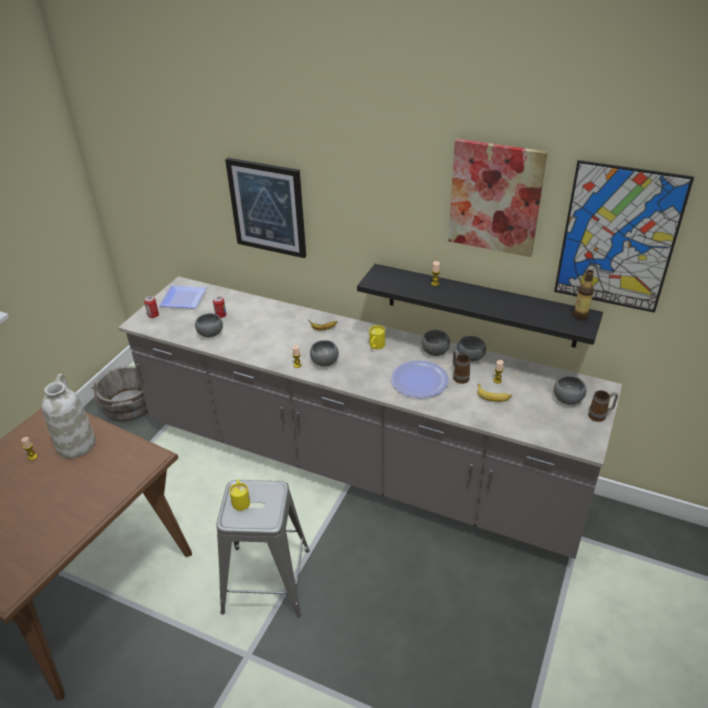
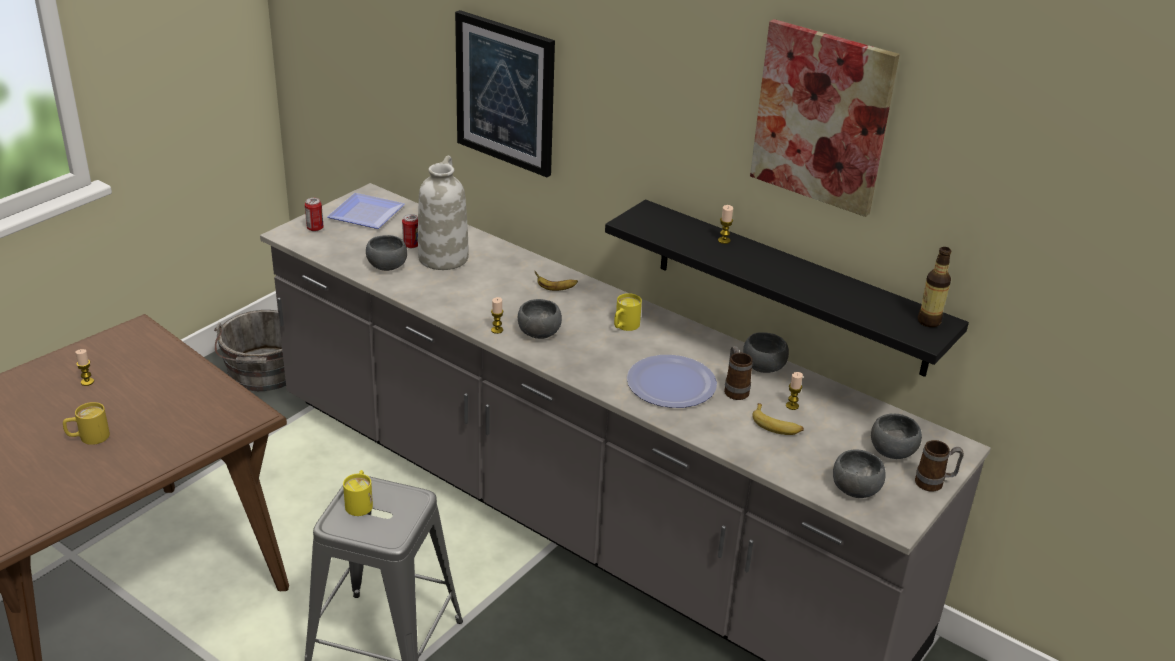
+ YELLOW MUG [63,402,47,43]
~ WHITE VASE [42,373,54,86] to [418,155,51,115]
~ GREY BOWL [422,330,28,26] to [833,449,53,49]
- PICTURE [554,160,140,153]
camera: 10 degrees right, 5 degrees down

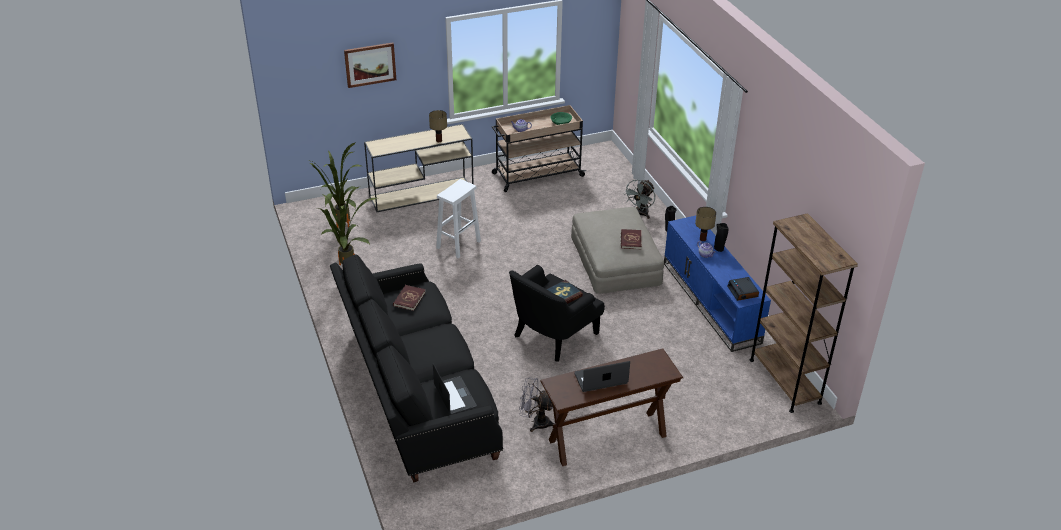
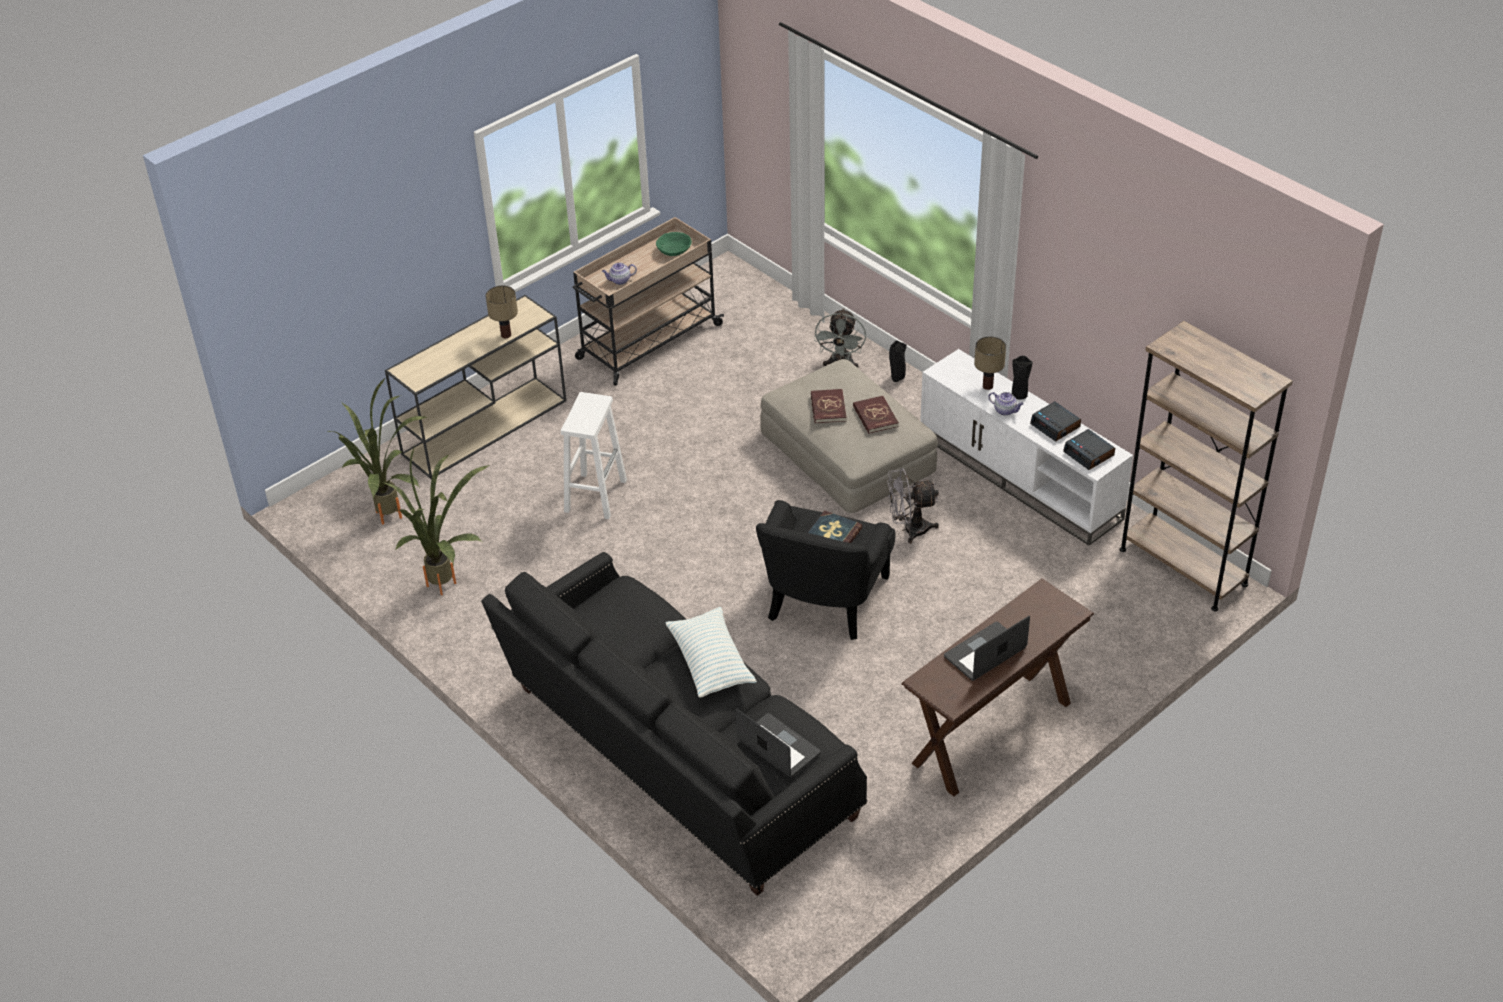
+ PILLOW [665,607,92,91]
~ RED BOOK [393,285,33,26] to [811,389,36,34]
~ GREY FAN [519,377,35,55] to [887,468,52,76]
~ BLUE TV STAND [664,215,107,137] to WHITE TV STAND [920,349,213,197]
+ ALARM CLOCK [1030,401,51,40]
- PICTURE [344,42,52,46]
camera: 20 degrees left, 5 degrees up

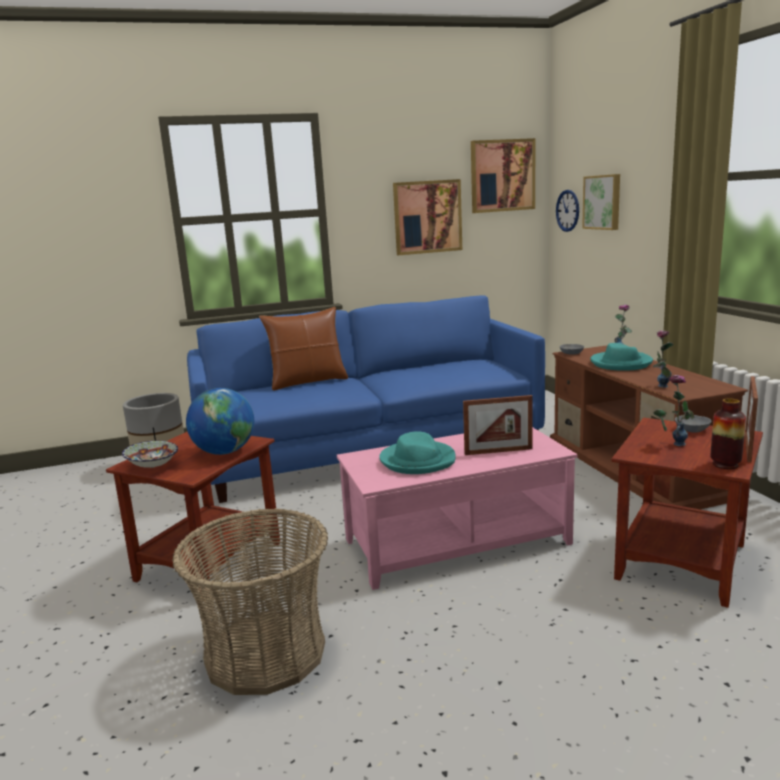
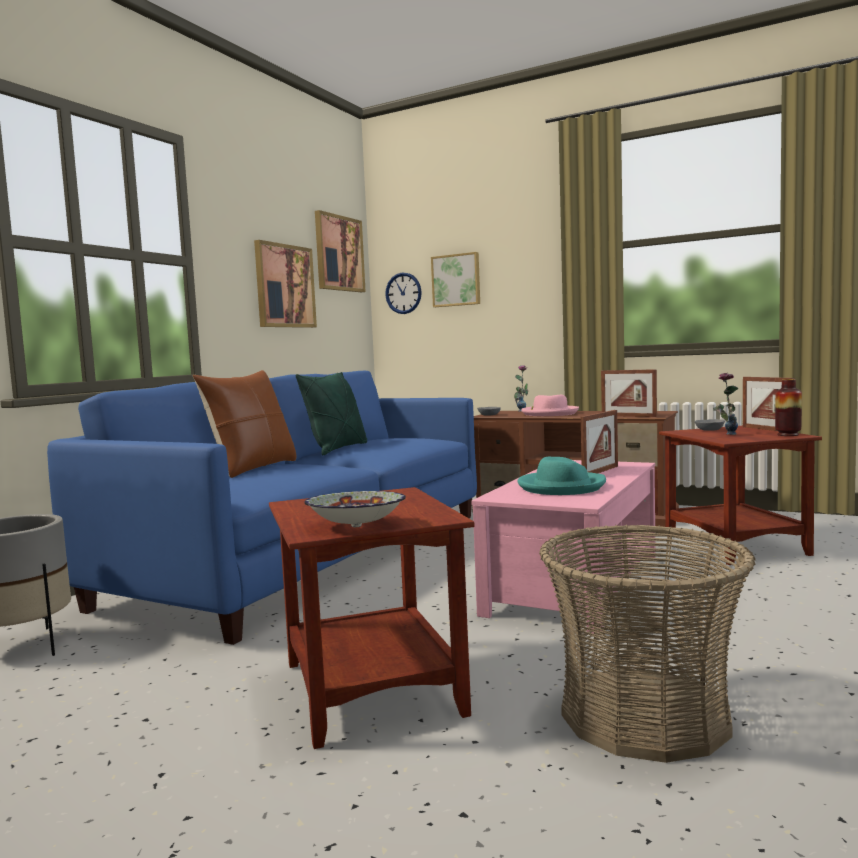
+ GREEN PILLOW [296,372,71,83]
~ TURQUOISE HAT [590,343,63,28] to PINK HAT [521,395,58,21]
~ VASE [653,331,21,57] to PICTURE FRAME [601,369,56,48]
- GLOBE [186,388,68,67]
camera: 45 degrees left, 10 degrees down

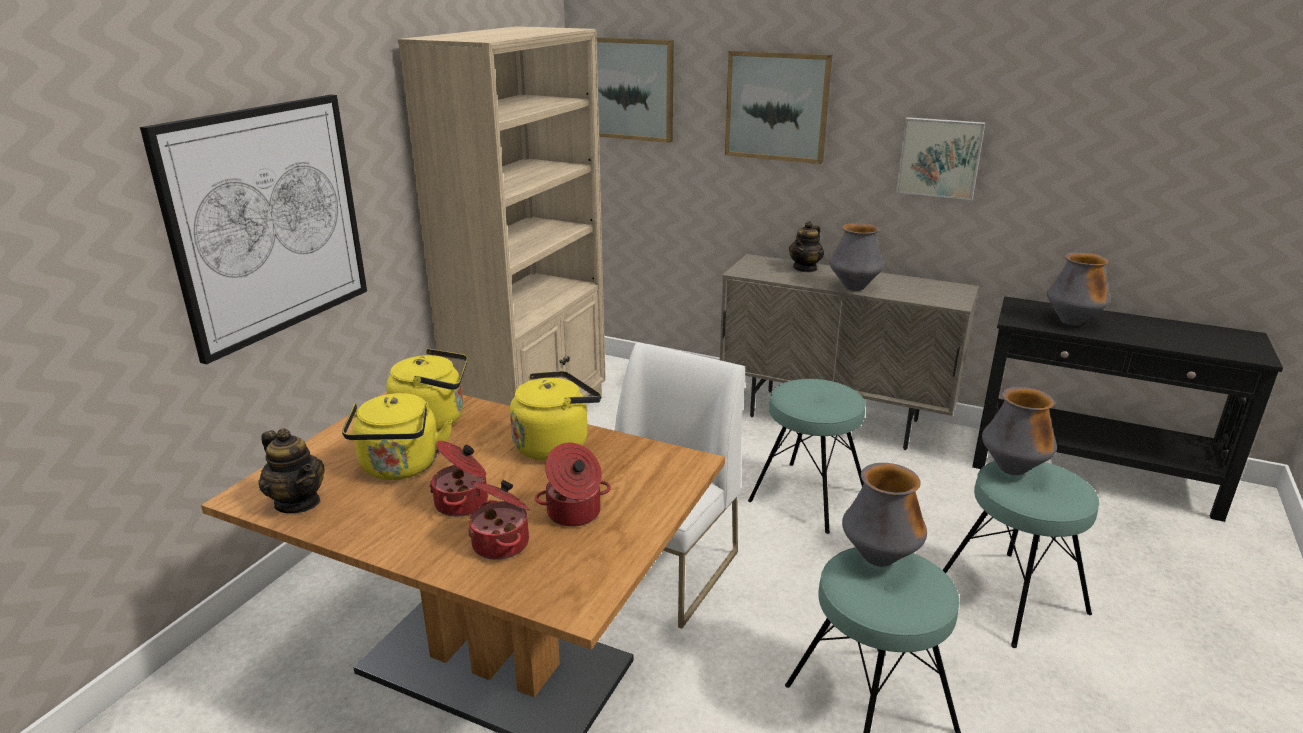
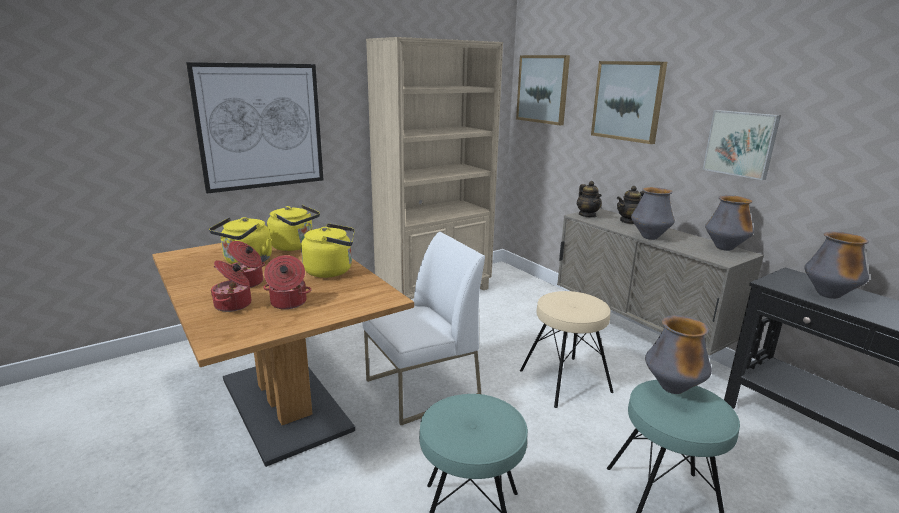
~ TURQUOISE STOOL [748,379,117,155] to BEIGE STOOL [520,291,94,117]
~ TEAPOT [259,428,66,85] to [577,181,25,37]
~ VASE [842,463,85,104] to [705,195,49,56]
camera: 30 degrees right, 5 degrees down

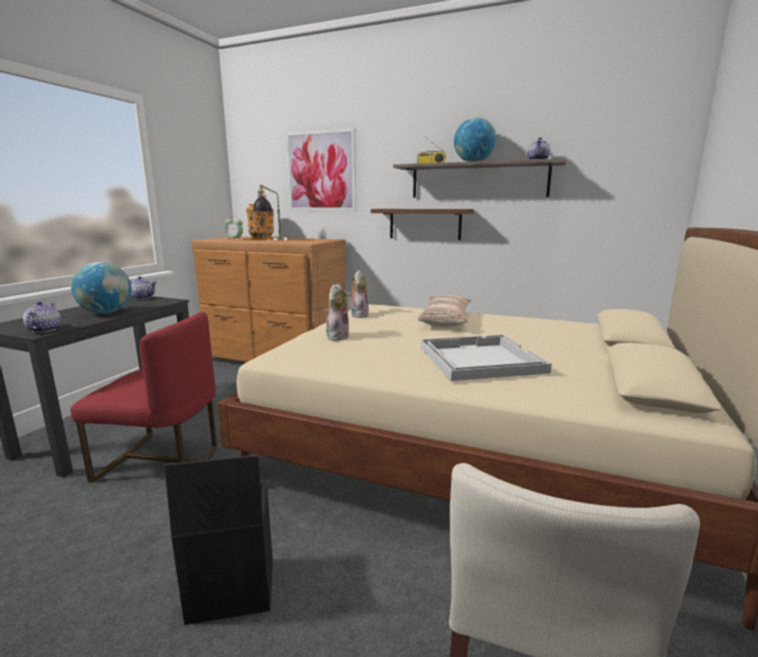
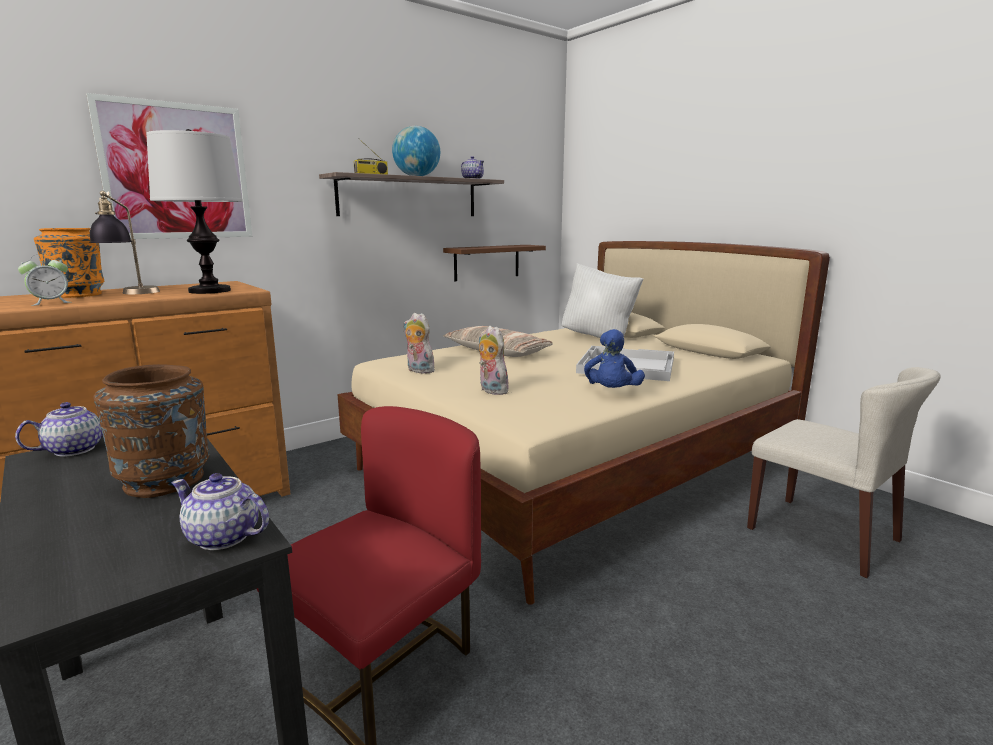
~ GLOBE [71,262,61,52] to BROWN VASE [93,364,116,134]
+ TABLE LAMP [146,129,97,165]
~ BROWN SHELF [371,209,103,31] to [443,245,103,36]
+ WHITE PILLOW [561,263,82,75]
+ BLUE PLUSH TOY [584,329,61,59]
- BLACK STORAGE BOX [164,455,109,170]
camera: 60 degrees left, 0 degrees up

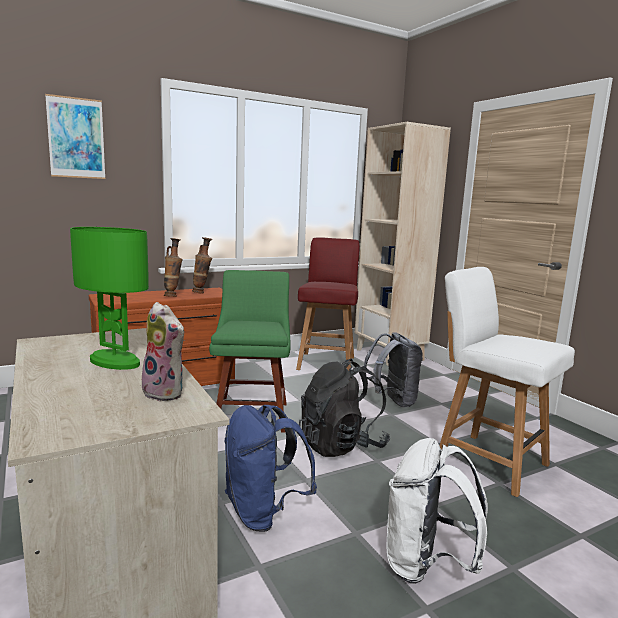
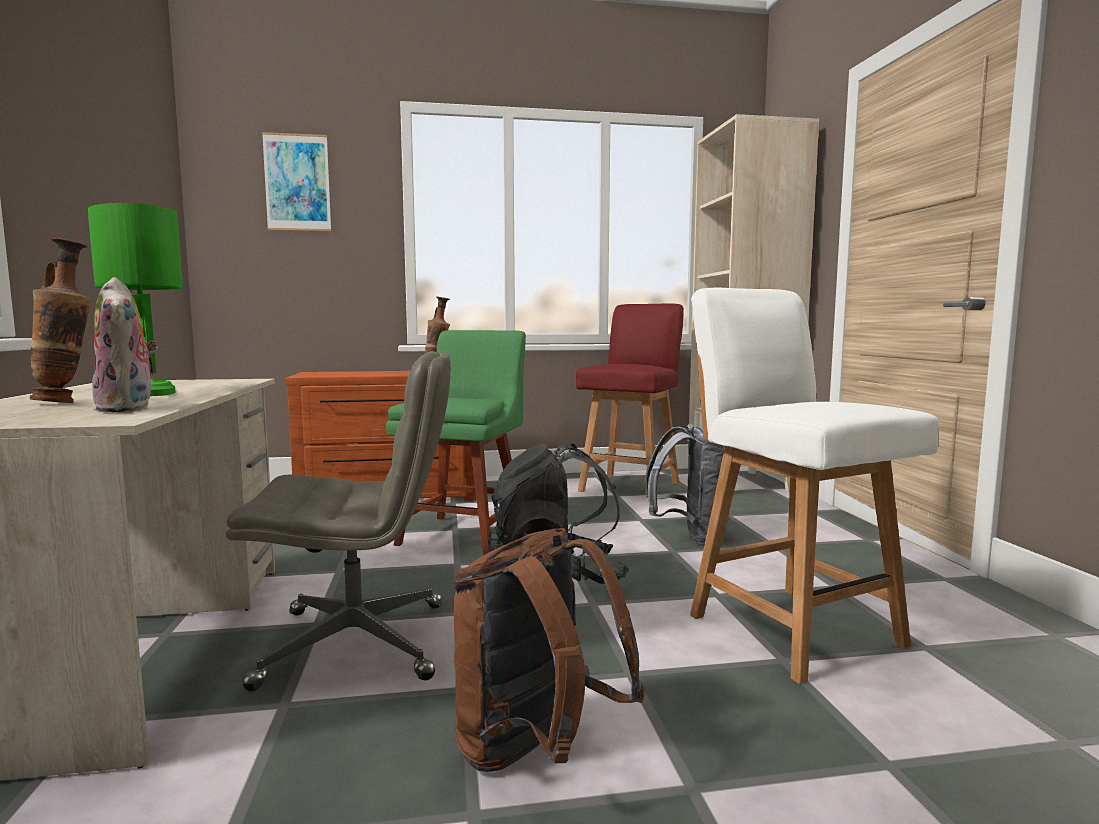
~ VASE [164,238,19,59] to [30,238,62,165]
~ BLUE BACKPACK [225,405,92,127] to GREY OFFICE CHAIR [226,351,225,340]
~ WHITE BACKPACK [387,438,101,146] to BROWN BACKPACK [454,528,191,244]
camera: 20 degrees right, 5 degrees down

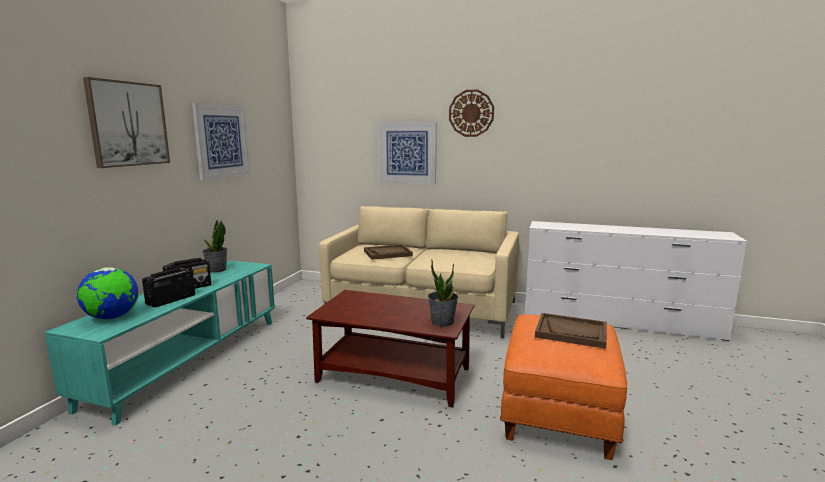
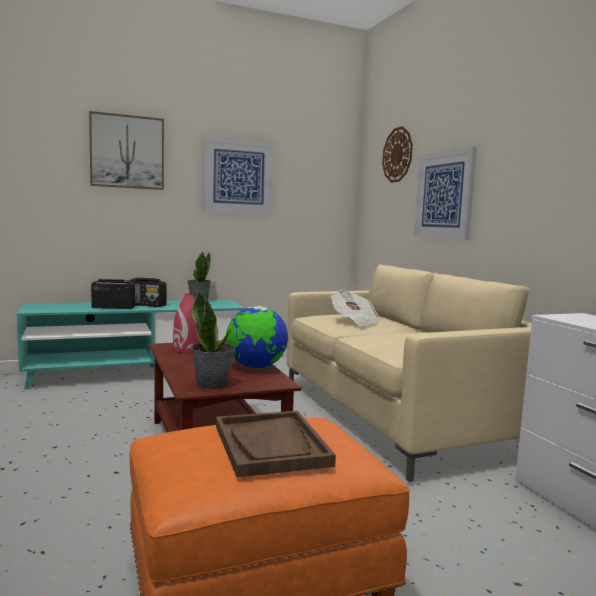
+ RED VASE [173,294,27,59]
~ GLOBE [77,267,62,53] to [226,306,62,63]
~ BROWN TRAY [364,244,49,16] to NEWSPAPER [331,290,49,37]
~ WALL CLOCK [449,90,45,47] to [382,126,31,56]
camera: 50 degrees right, 5 degrees down

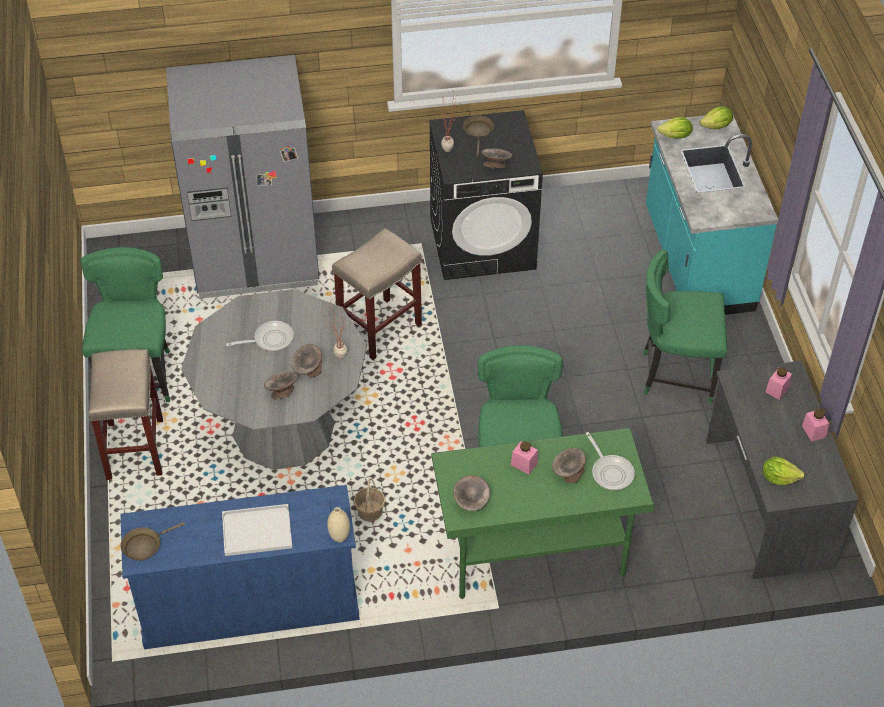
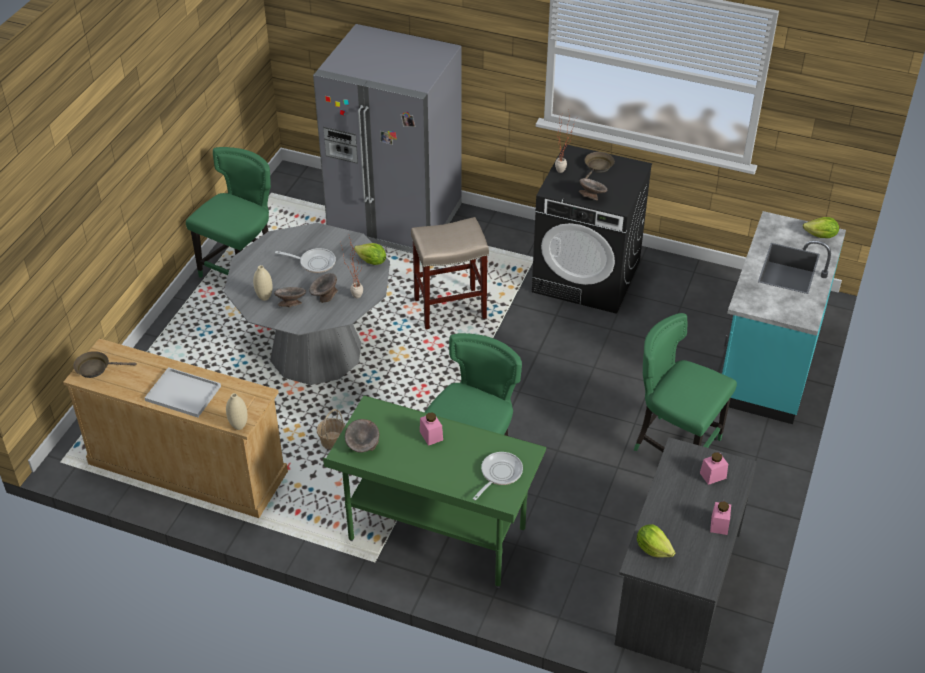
~ BLUE DRESSER [120,485,240,164] to BEIGE DRESSER [63,338,225,180]
+ BEIGE VASE [253,265,20,36]
~ LETTUCE [657,117,36,22] to [354,243,32,22]
~ FRYING PAN [585,432,50,58] = [473,452,50,48] 150 degrees counterclockwise
- BEIGE STOOL [89,349,74,131]
- GREY BOWL [552,448,34,35]
camera: 30 degrees right, 5 degrees down

